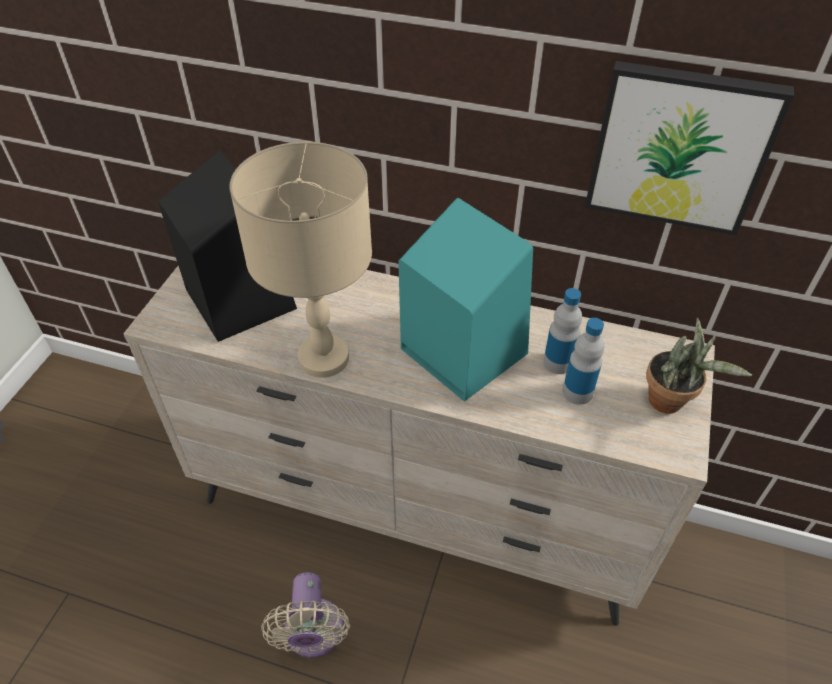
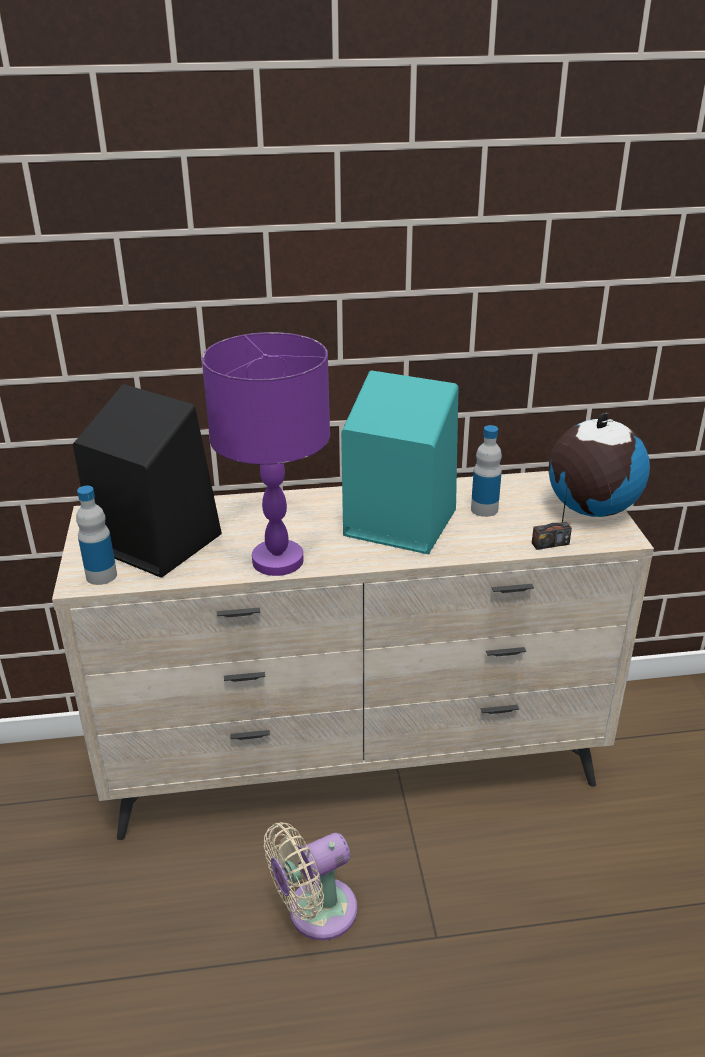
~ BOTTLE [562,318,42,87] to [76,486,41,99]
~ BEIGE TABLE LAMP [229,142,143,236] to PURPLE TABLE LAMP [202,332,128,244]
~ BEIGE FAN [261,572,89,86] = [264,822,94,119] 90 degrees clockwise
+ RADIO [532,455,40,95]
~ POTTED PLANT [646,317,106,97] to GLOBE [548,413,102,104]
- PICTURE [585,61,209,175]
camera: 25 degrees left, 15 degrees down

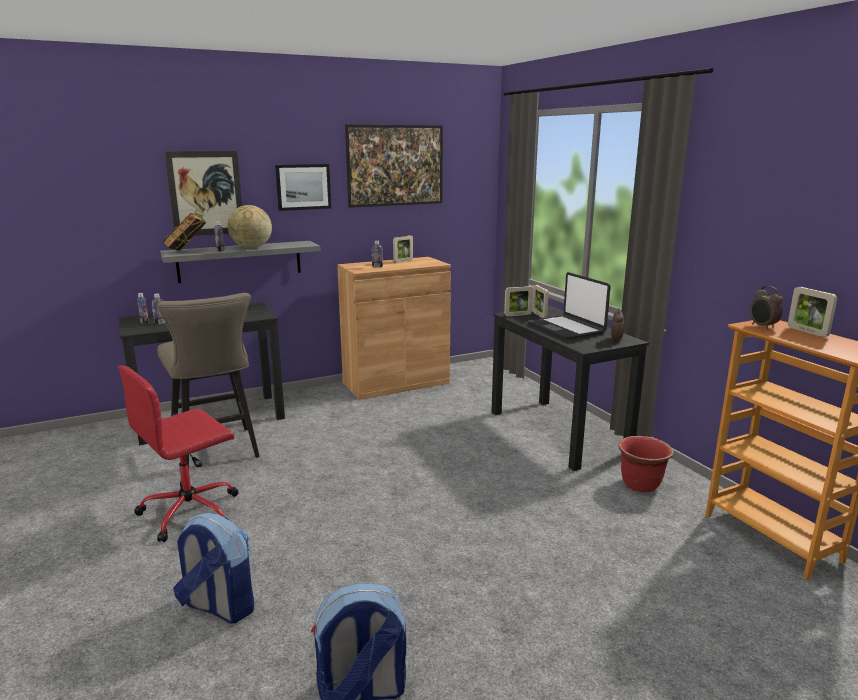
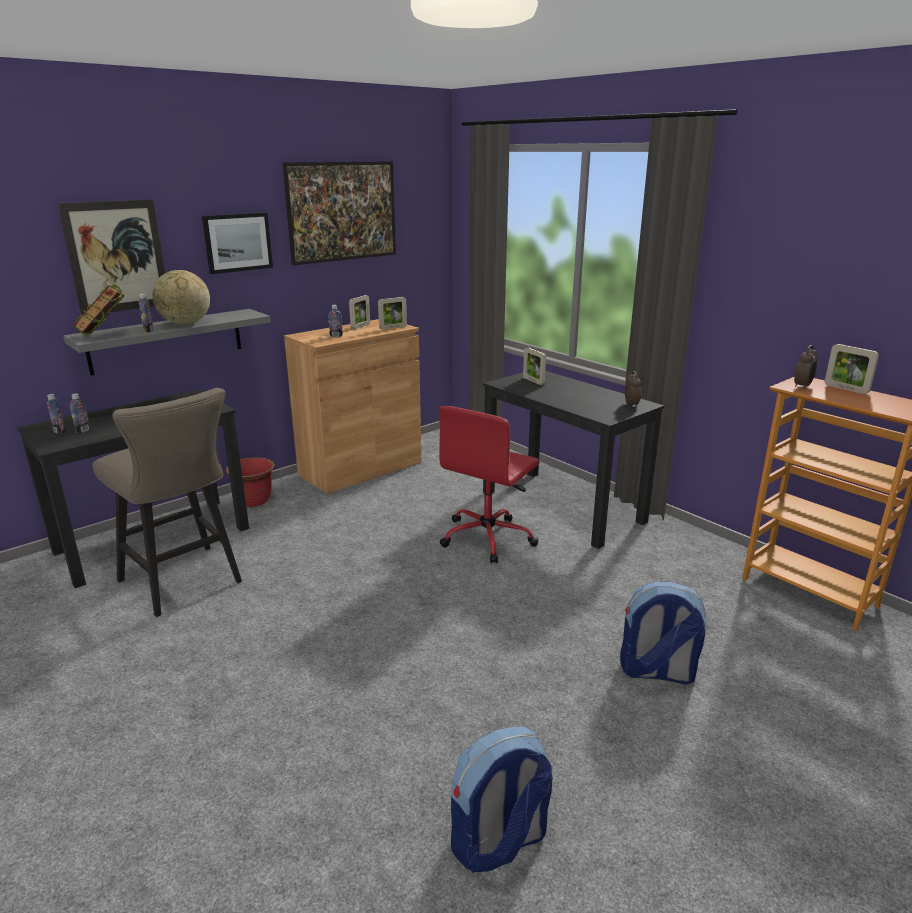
~ RED PLANTER [618,436,56,56] to [226,457,49,50]
~ PICTURE FRAME [504,286,29,30] to [378,297,29,33]
~ RED OFFICE CHAIR [118,365,121,177] to [439,406,100,157]
~ BACKPACK [173,513,81,111] to [620,581,87,103]
~ ALARM CLOCK [750,286,33,43] = [794,345,24,44] 105 degrees counterclockwise
- LAPTOP [528,272,83,68]
camera: 15 degrees left, 5 degrees up

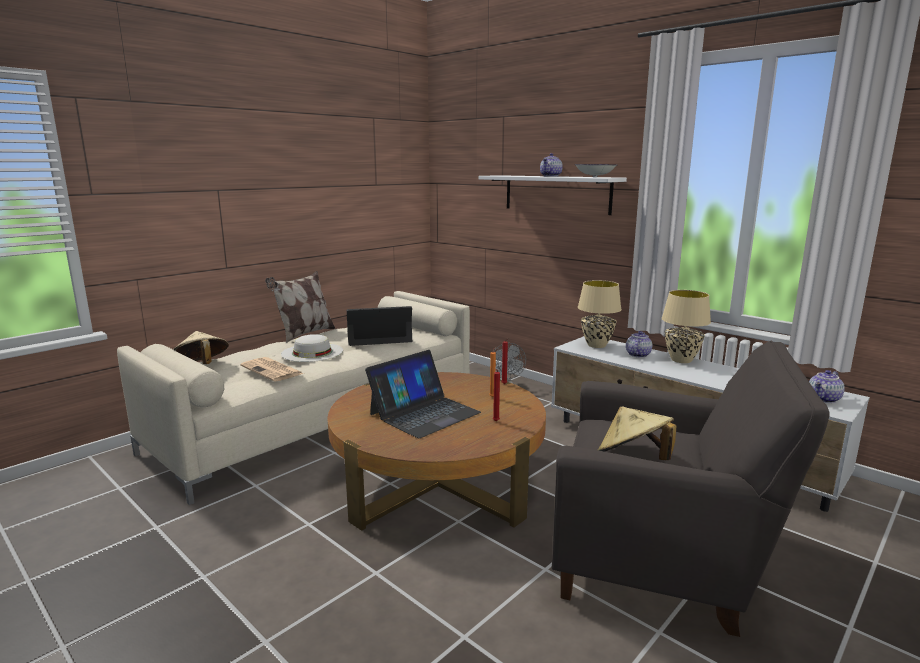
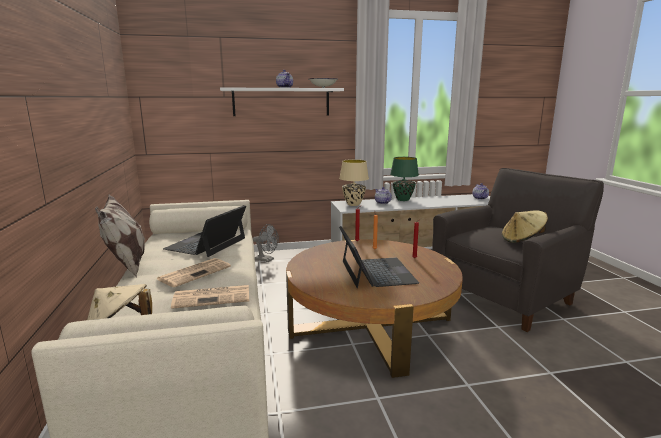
~ WHITE HAT [281,334,62,28] to NEWSPAPER [157,258,74,29]
~ BEIGE TABLE LAMP [662,290,49,73] to GREEN TABLE LAMP [390,157,29,44]
camera: 55 degrees left, 0 degrees up

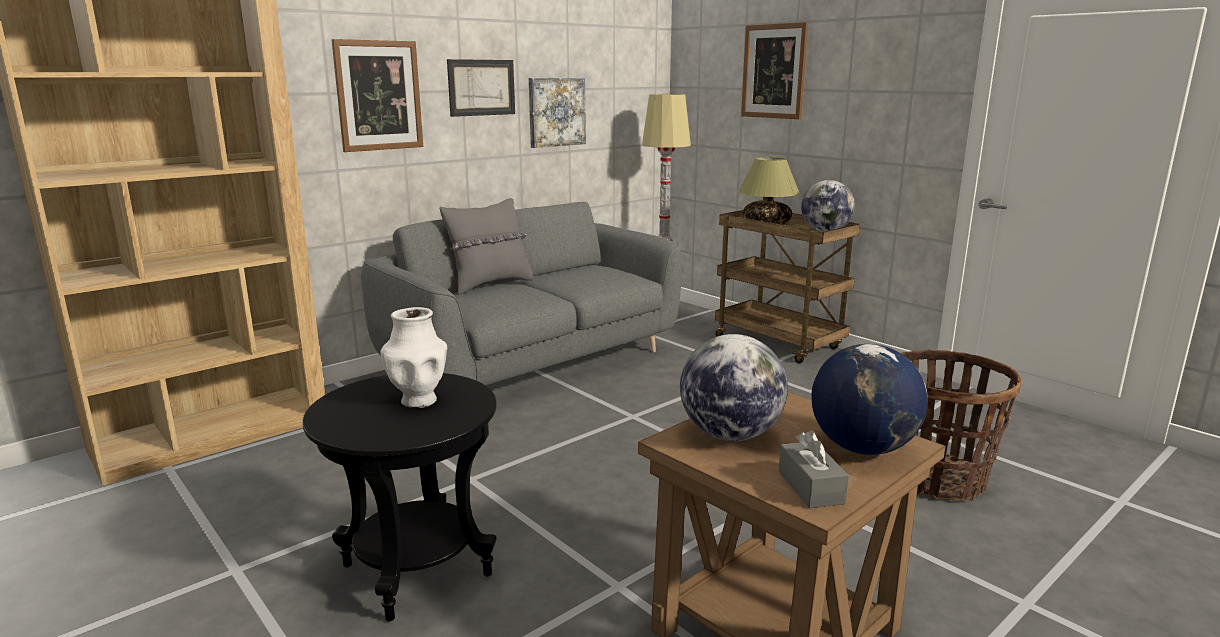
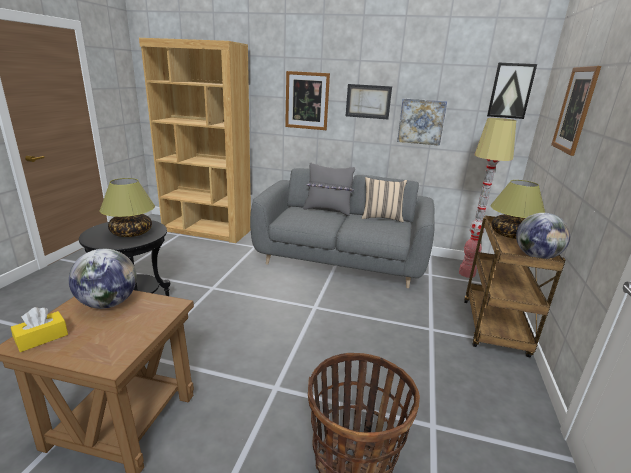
~ GREY TISSUE BOX [779,430,70,78] to YELLOW TISSUE BOX [11,307,57,45]
~ WHITE VASE [381,307,66,101] to TABLE LAMP [99,178,56,59]
+ BEIGE PILLOW [362,177,45,45]
+ PICTURE [487,63,50,56]
- GLOBE [811,344,117,111]
camera: 55 degrees right, 5 degrees up

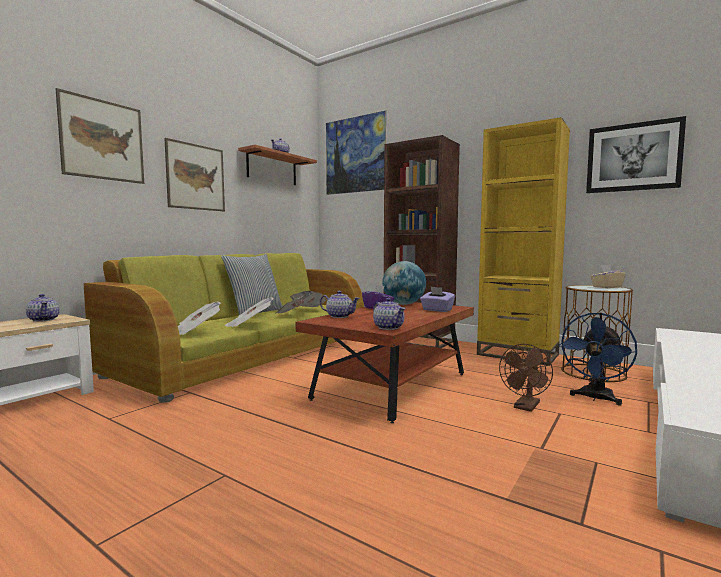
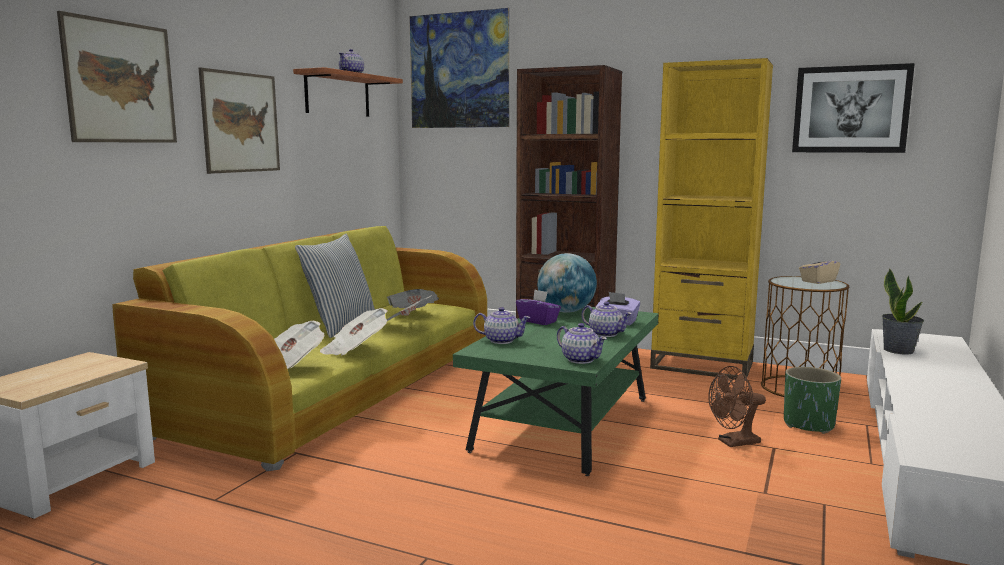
~ BROWN COFFEE TABLE [296,302,178,121] to GREEN COFFEE TABLE [453,307,206,169]
~ TEAPOT [26,294,34,28] to [581,301,51,36]
~ BROWN FAN [499,344,54,68] = [708,366,58,81] 45 degrees clockwise
~ BLUE FAN [558,313,79,93] to GREEN PLANTER [784,367,57,67]
+ POTTED PLANT [882,268,42,86]
camera: 10 degrees left, 5 degrees up

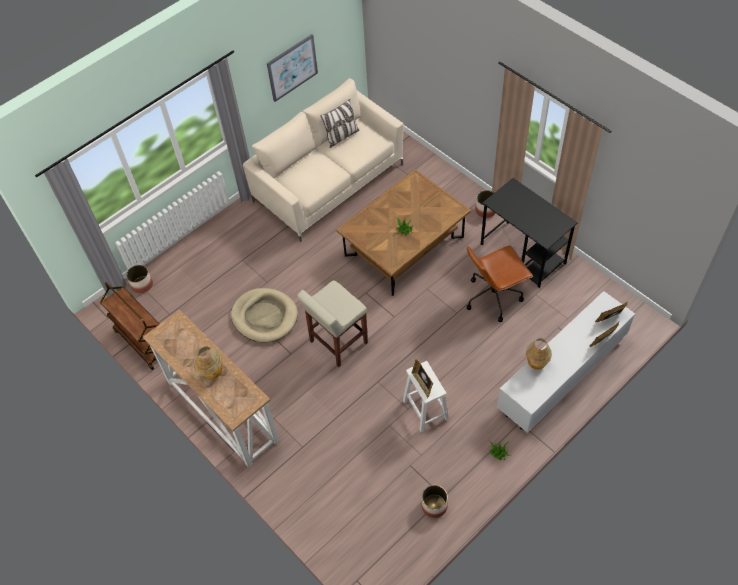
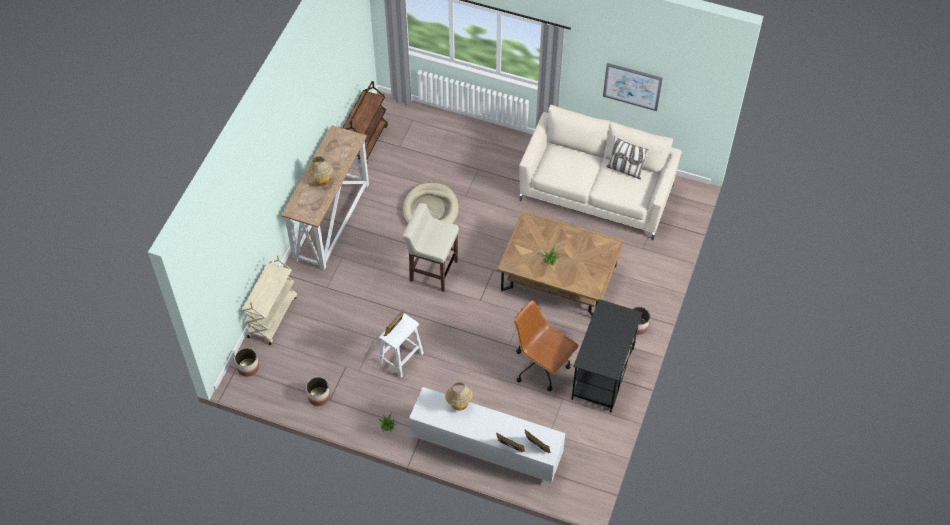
~ PLANTER [126,265,27,28] to [235,348,24,29]
+ BEIGE CART [242,254,55,91]
camera: 60 degrees right, 0 degrees up

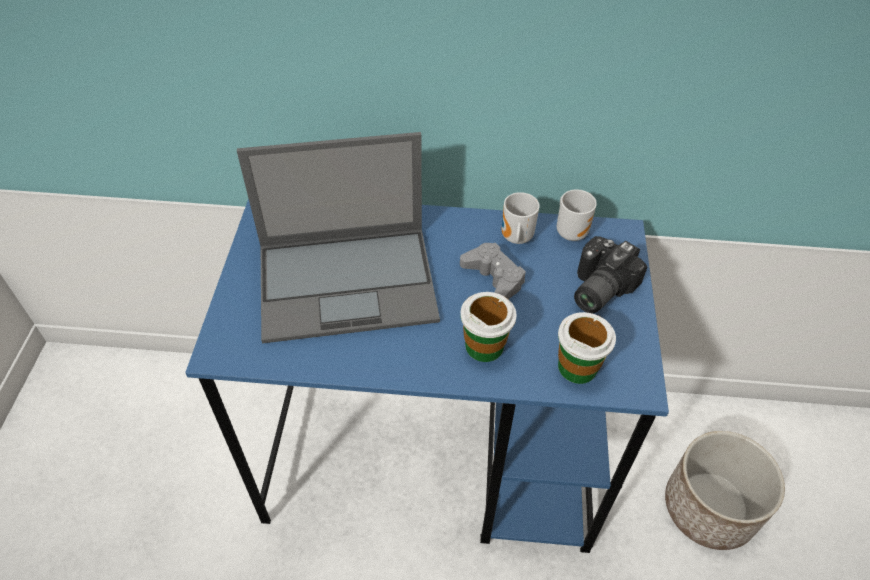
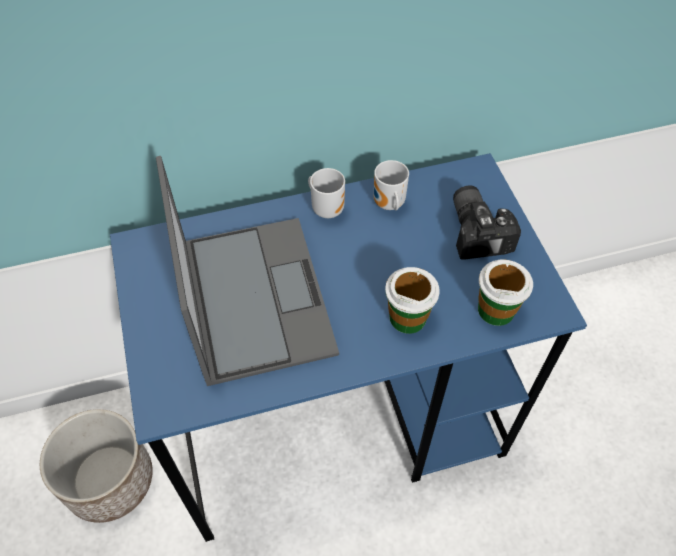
~ PLANTER [665,431,120,119] to [40,409,113,114]
~ LAPTOP [237,132,203,211] = [156,156,183,230] 75 degrees counterclockwise
~ MUG [557,189,40,52] to [308,168,37,50]
~ PHOTO CAMERA [574,236,73,78] = [453,186,68,74] 150 degrees clockwise
- GREY GAME CONTROLLER [460,243,66,56]
camera: 20 degrees left, 5 degrees up

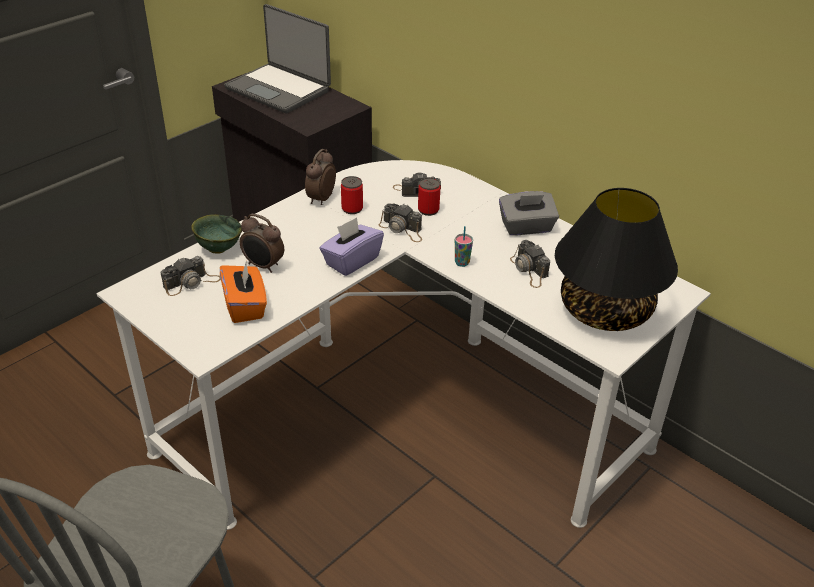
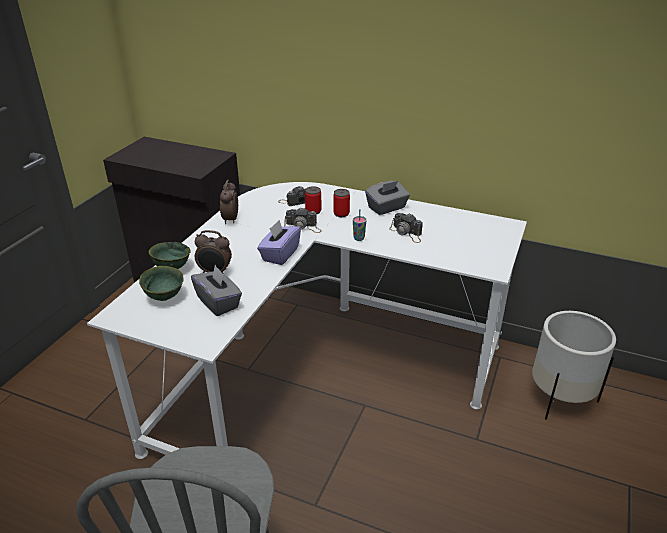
~ PHOTO CAMERA [161,256,60,40] to GREEN BOWL [139,266,45,35]
~ ORANGE TISSUE BOX [220,260,47,63] to GREY TISSUE BOX [191,265,51,51]
~ CAN [341,176,22,38] to [333,189,17,28]
+ WHITE PLANTER [532,311,84,109]
- LAPTOP [224,4,107,110]
- BLACK TABLE LAMP [555,188,123,143]
camera: 20 degrees left, 5 degrees down

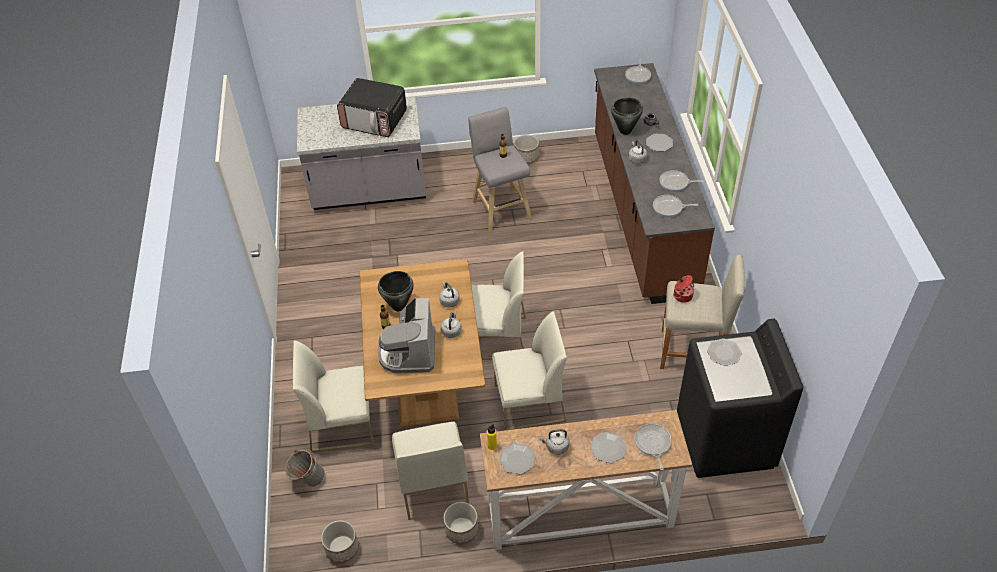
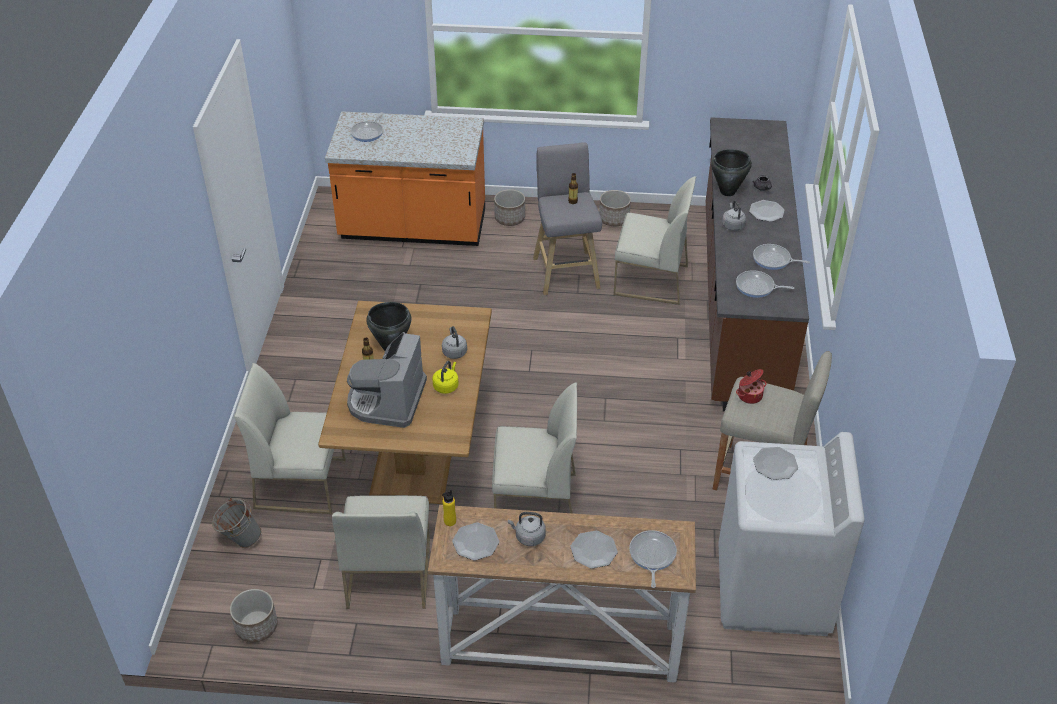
~ GREY COUNTER [297,96,129,114] to ORANGE COUNTER [325,111,160,135]
~ FRYING PAN [625,58,26,26] to [350,112,33,30]
~ GREY KETTLE [441,311,20,27] to YELLOW KETTLE [432,361,27,33]
~ PLANTER [443,502,35,42] to [494,189,31,37]
~ WHITE CHAIR [471,251,55,109] to [613,176,83,129]
~ BLACK WASHING MACHINE [677,319,126,159] to WHITE WASHING MACHINE [718,432,147,204]
- MICROWAVE [337,78,70,59]
camera: 10 degrees right, 5 degrees down

